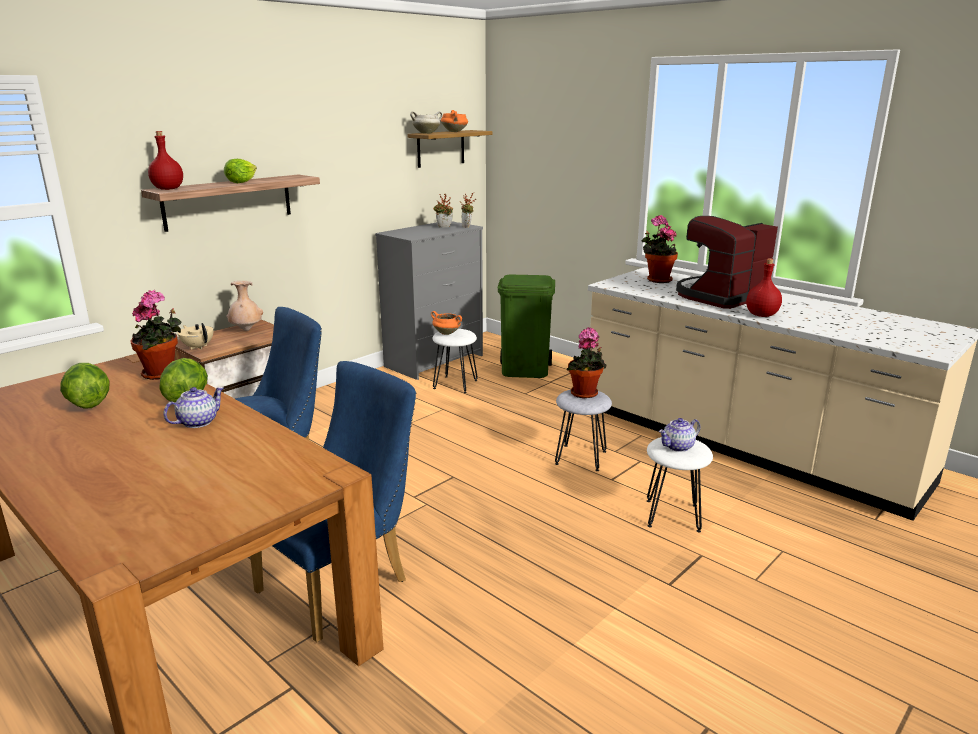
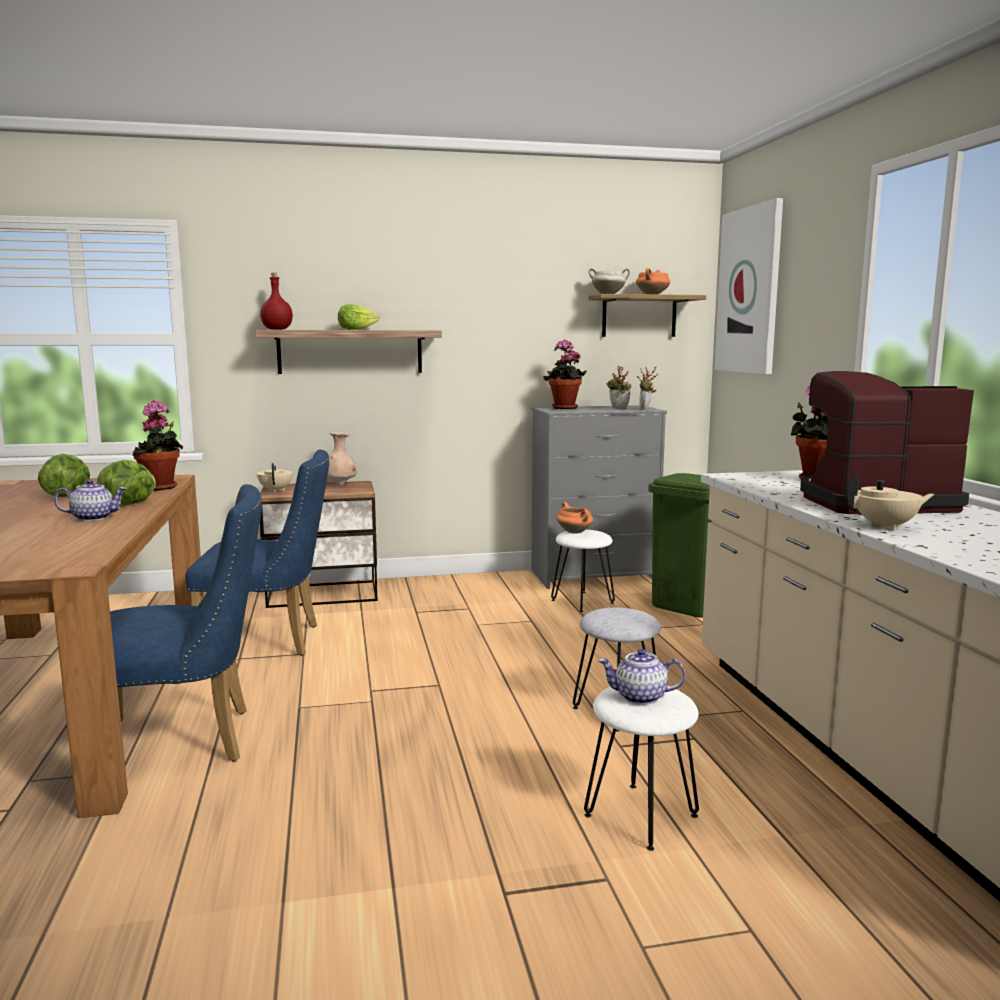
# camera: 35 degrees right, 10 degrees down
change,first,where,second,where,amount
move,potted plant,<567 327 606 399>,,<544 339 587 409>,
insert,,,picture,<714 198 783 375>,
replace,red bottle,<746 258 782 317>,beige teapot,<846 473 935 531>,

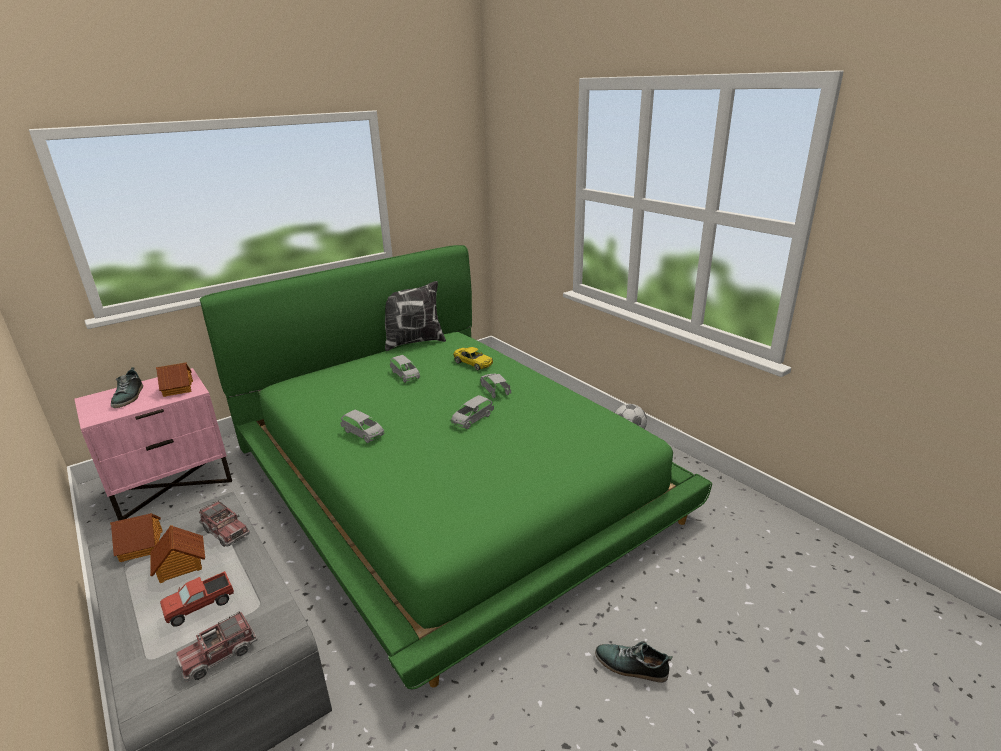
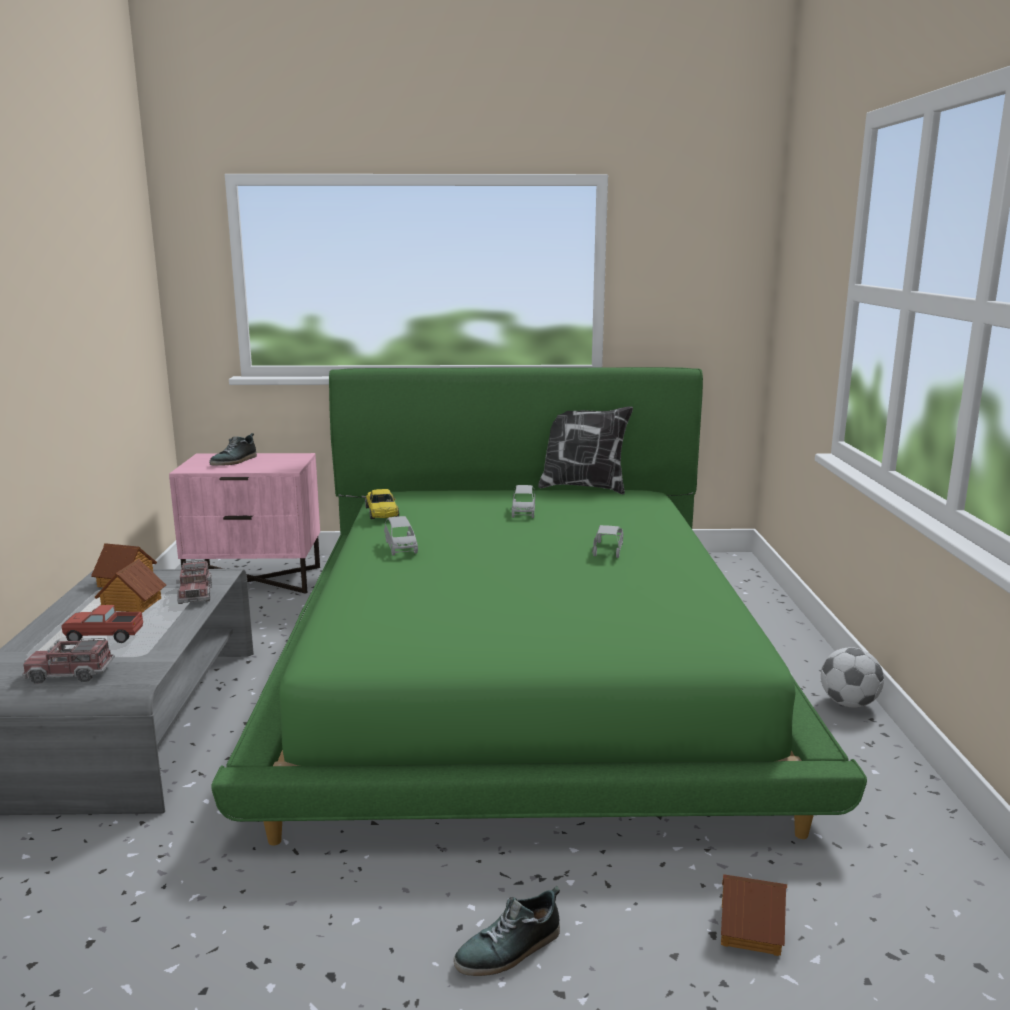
# camera: 35 degrees right, 10 degrees down
change,first,where,second,where,amount
move,yellow toy car,<453 347 493 370>,,<365 489 399 519>,
rotate,shoe,<595 641 672 683>,,<453 886 560 976>,90 degrees counterclockwise
move,toy house,<156 363 193 397>,,<721 874 787 956>,
delete,grey toy car,<451 395 494 429>,,,

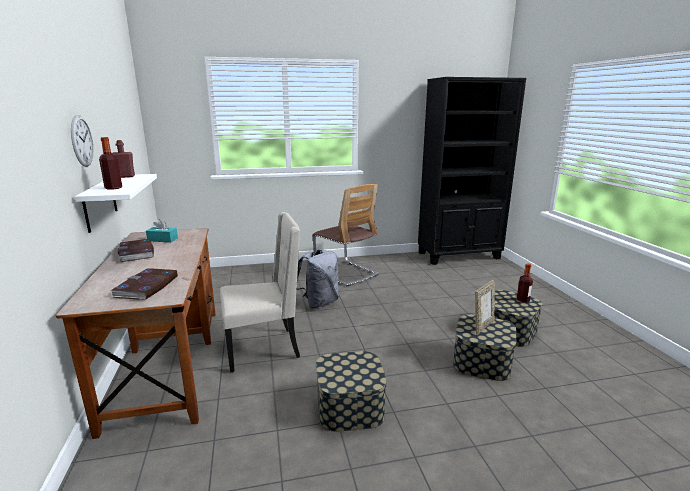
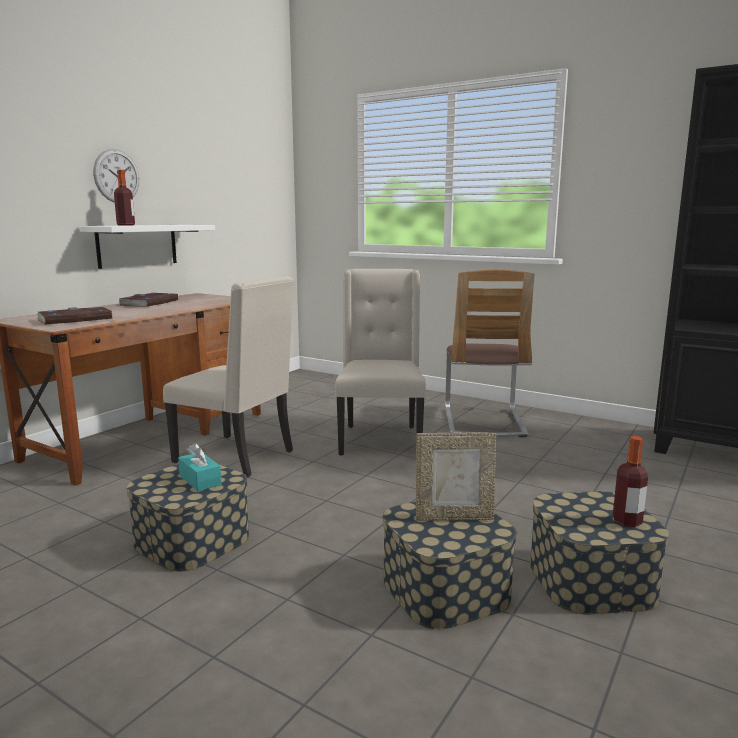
# camera: 45 degrees right, 5 degrees down
change,first,where,second,where,amount
move,turquoise tissue box,<146 219 178 242>,,<178 443 222 491>,
replace,grey backpack,<297 249 339 309>,beige chair,<335 269 426 456>,
delete,red bottle,<112 140 135 178>,,,

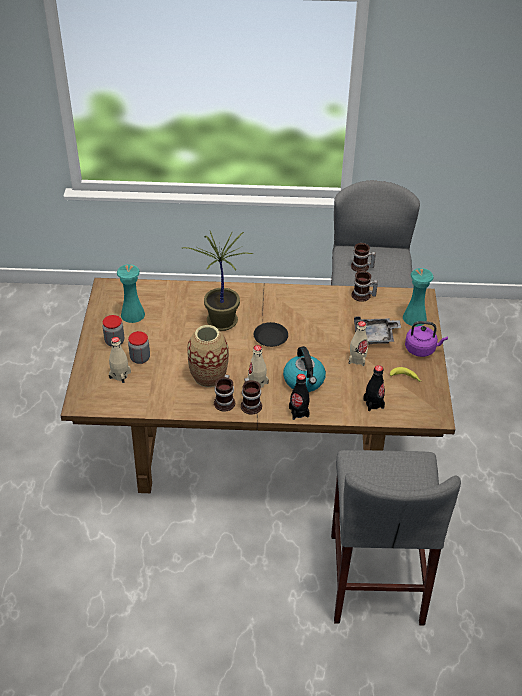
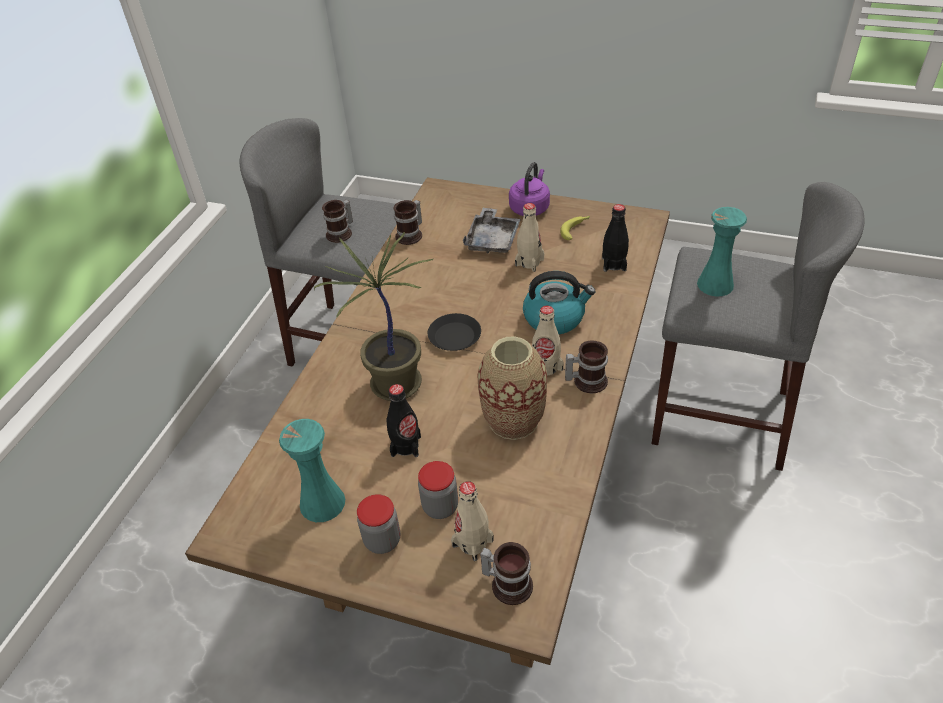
# camera: 70 degrees left, 0 degrees up
change,first,where,second,where,amount
move,black bottle,<289 374 310 420>,,<387 384 421 457>,
move,mug,<214 374 235 411>,,<480 542 533 605>,
move,turquoise vase,<403 268 433 326>,,<697 207 747 296>,

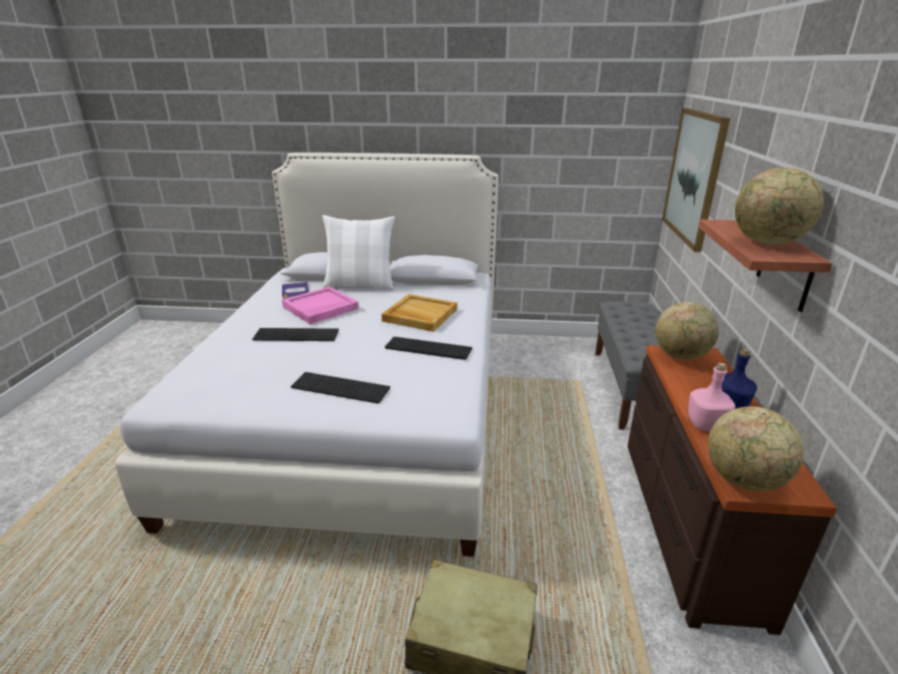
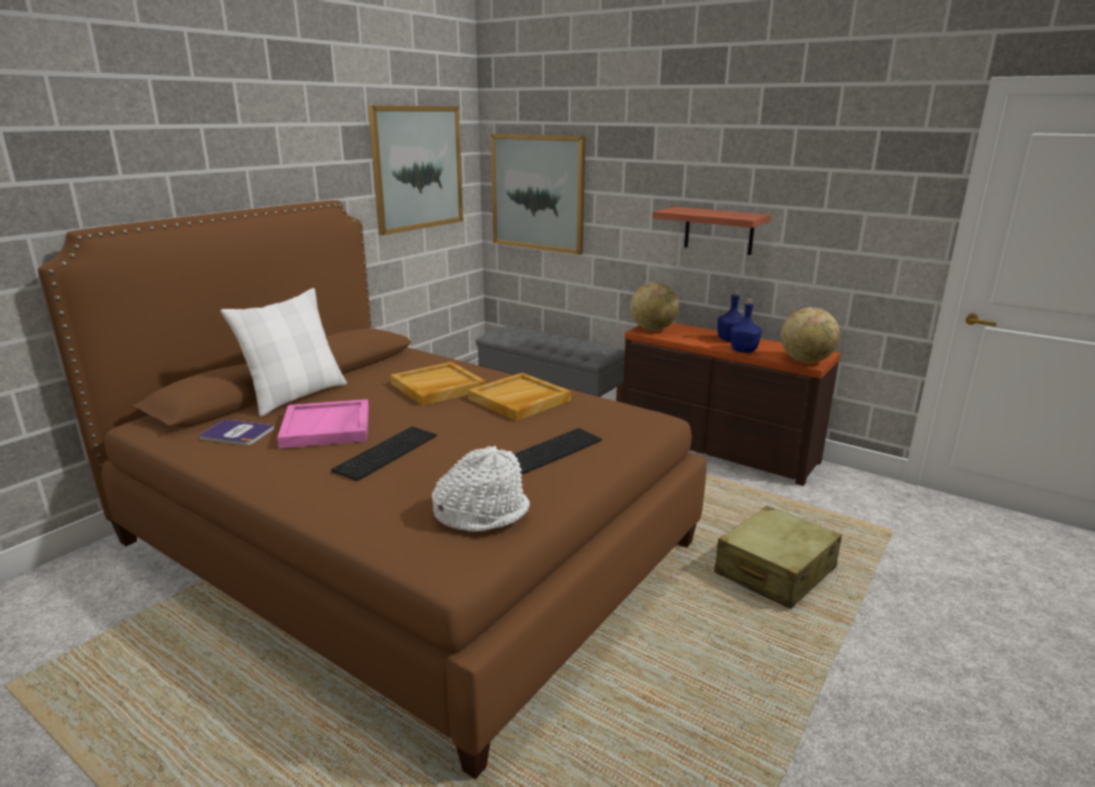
# camera: 60 degrees left, 5 degrees down
change,first,where,second,where,amount
recolor,white bed,<115 153 499 557>,brown bed,<37 200 706 779>,
insert,,,picture,<368 106 463 235>,
insert,,,white hat,<432 446 530 532>,
replace,keyboard,<385 337 472 360>,beige tray,<468 373 571 421>,
recolor,pink bottle,<688 363 735 431>,blue bottle,<731 299 762 353>,
delete,globe,<735 167 824 245>,,,

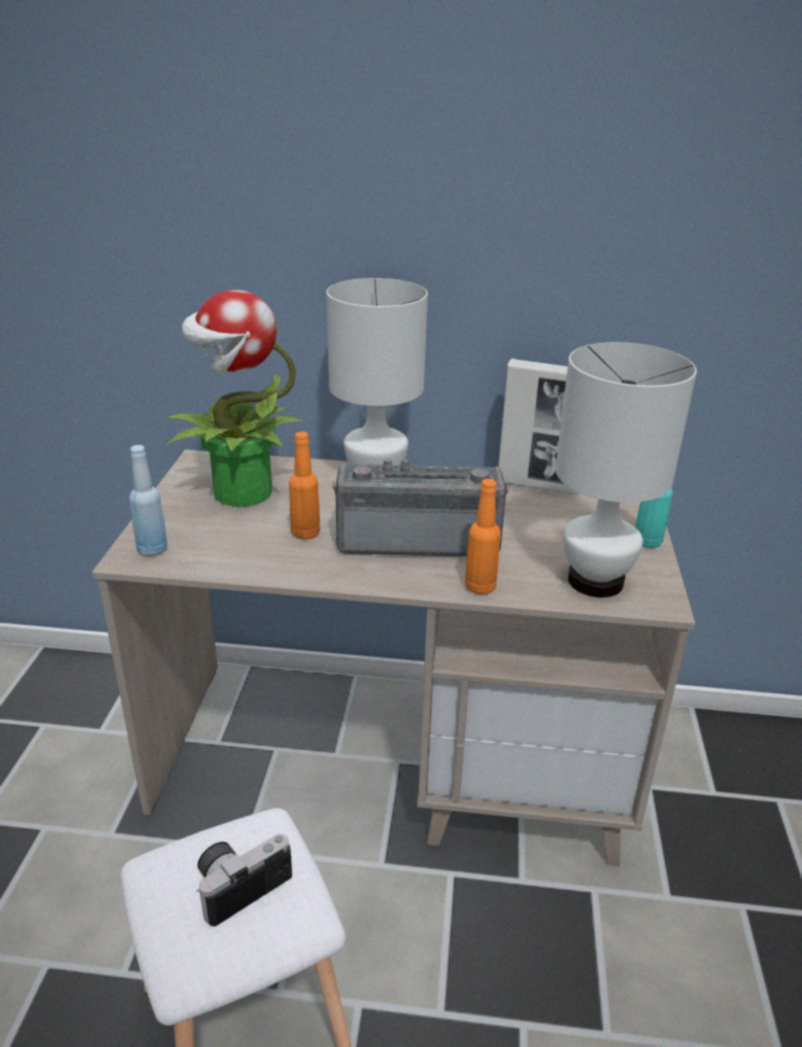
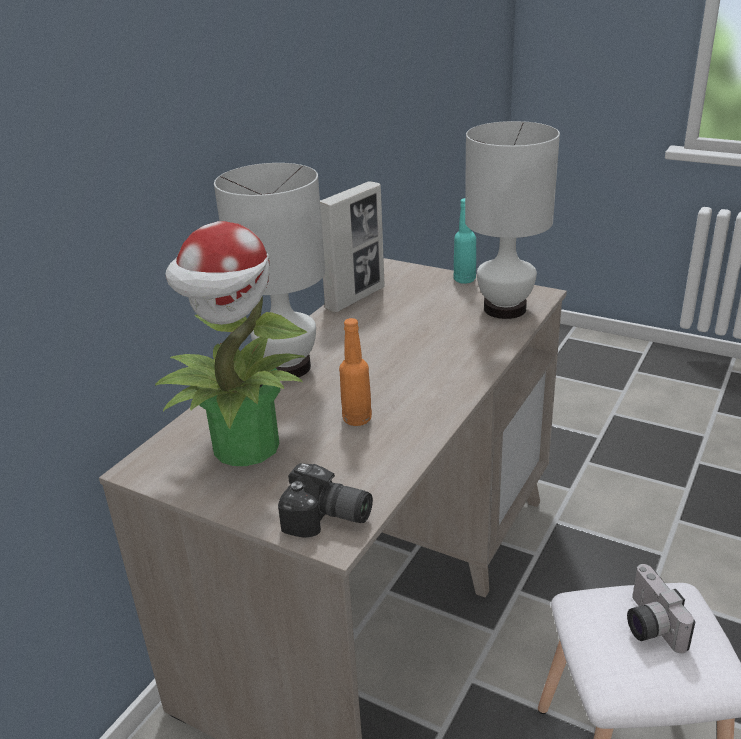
# camera: 65 degrees left, 0 degrees up
change,first,where,second,where,amount
replace,blue bottle,<129 445 167 556>,photo camera,<278 463 373 538>,
delete,radio,<333 459 508 557>,,,
delete,orange bottle,<465 479 501 594>,,,

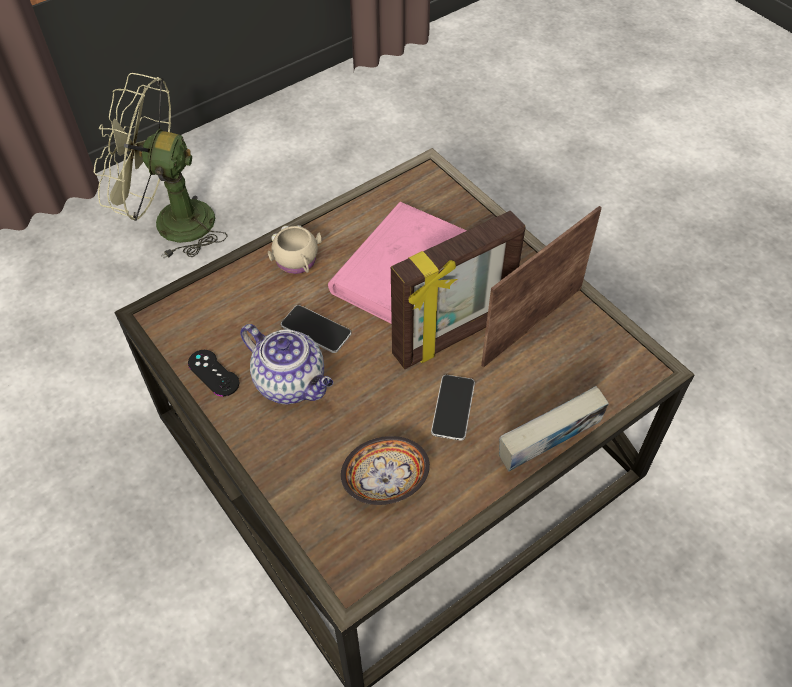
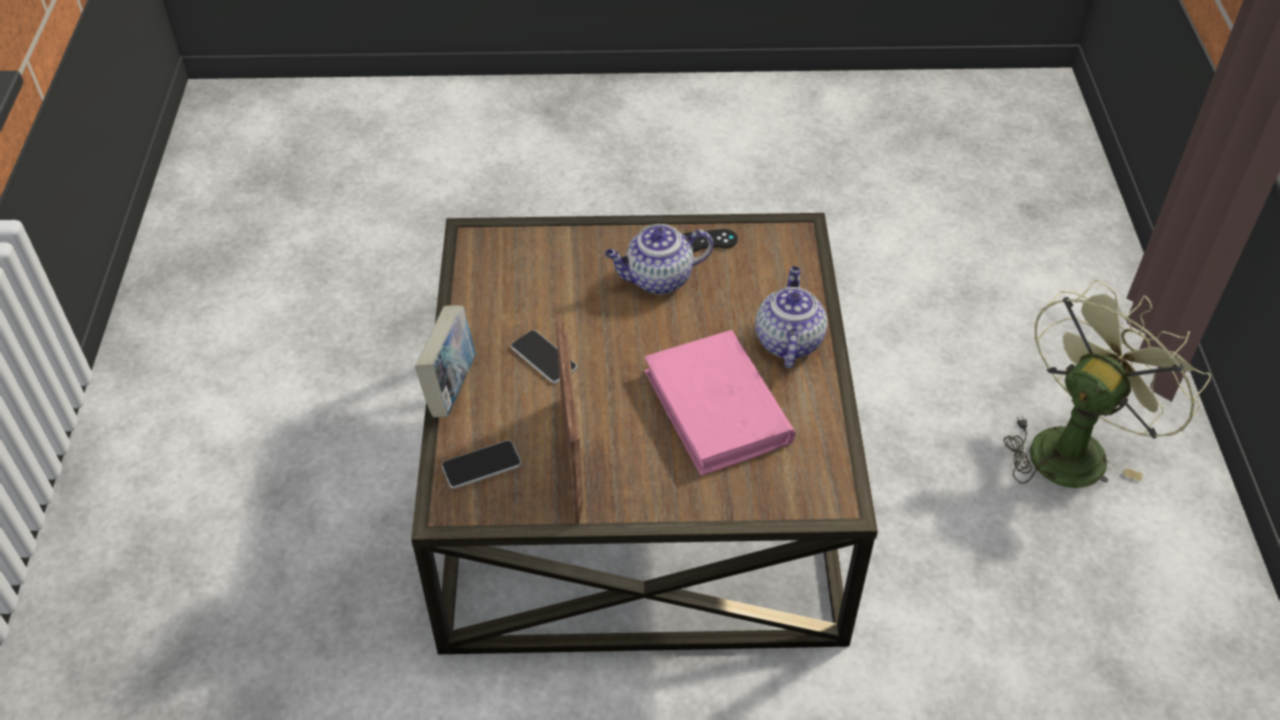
# camera: 125 degrees right, 5 degrees down
change,first,where,second,where,amount
move,phone,<281 305 351 353>,,<442 440 521 489>,
replace,beige mug,<268 225 322 274>,teapot,<755 266 827 368>,
delete,bowl,<341 436 430 505>,,,
delete,picture frame,<391 211 526 369>,,,

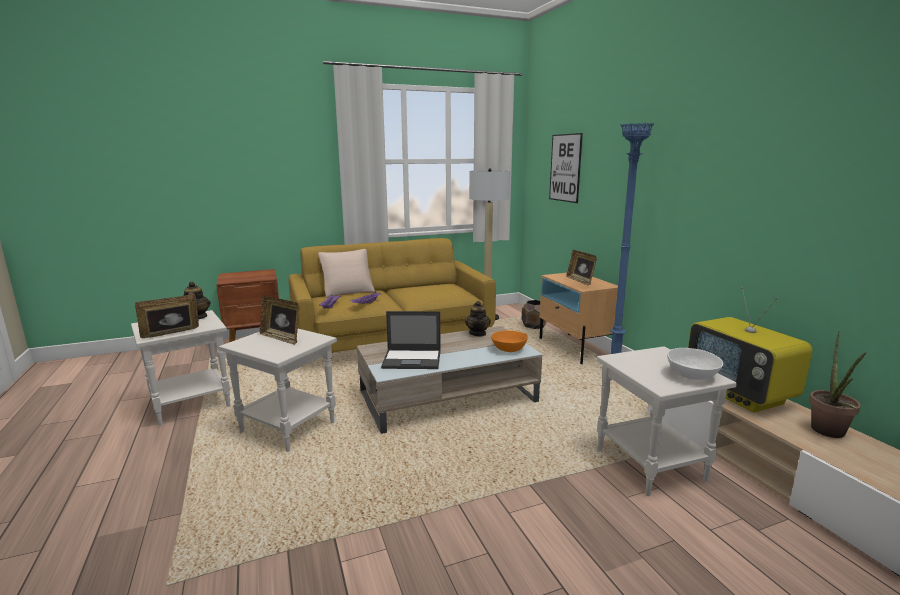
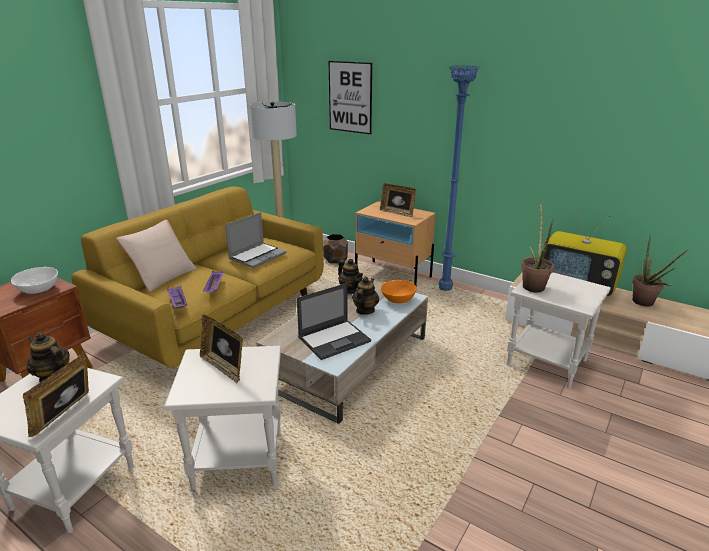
# camera: 35 degrees left, 10 degrees up
change,first,where,second,where,amount
move,white bowl,<667 348 723 380>,,<11 267 58 294>,
rotate,picture frame,<260 296 300 345>,,<200 315 243 384>,45 degrees clockwise
insert,,,laptop,<225 212 287 268>,
insert,,,teapot,<352 277 379 315>,
insert,,,potted plant,<521 201 554 292>,

